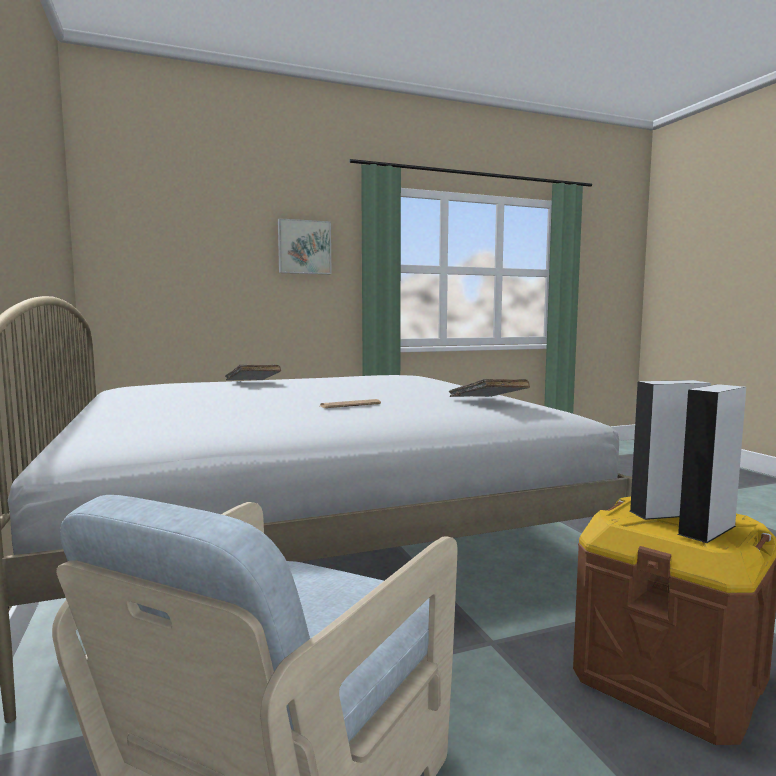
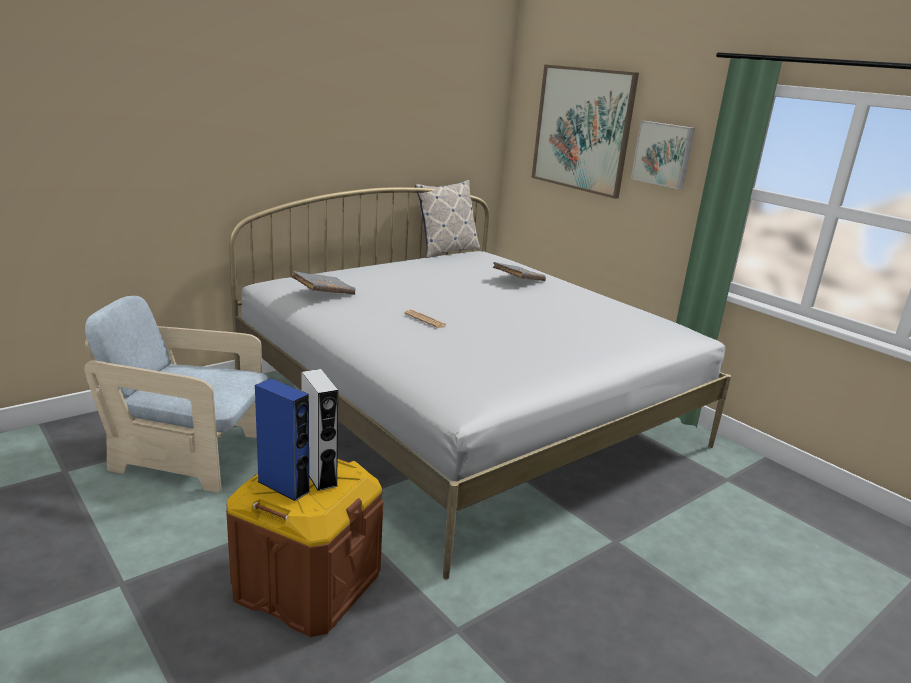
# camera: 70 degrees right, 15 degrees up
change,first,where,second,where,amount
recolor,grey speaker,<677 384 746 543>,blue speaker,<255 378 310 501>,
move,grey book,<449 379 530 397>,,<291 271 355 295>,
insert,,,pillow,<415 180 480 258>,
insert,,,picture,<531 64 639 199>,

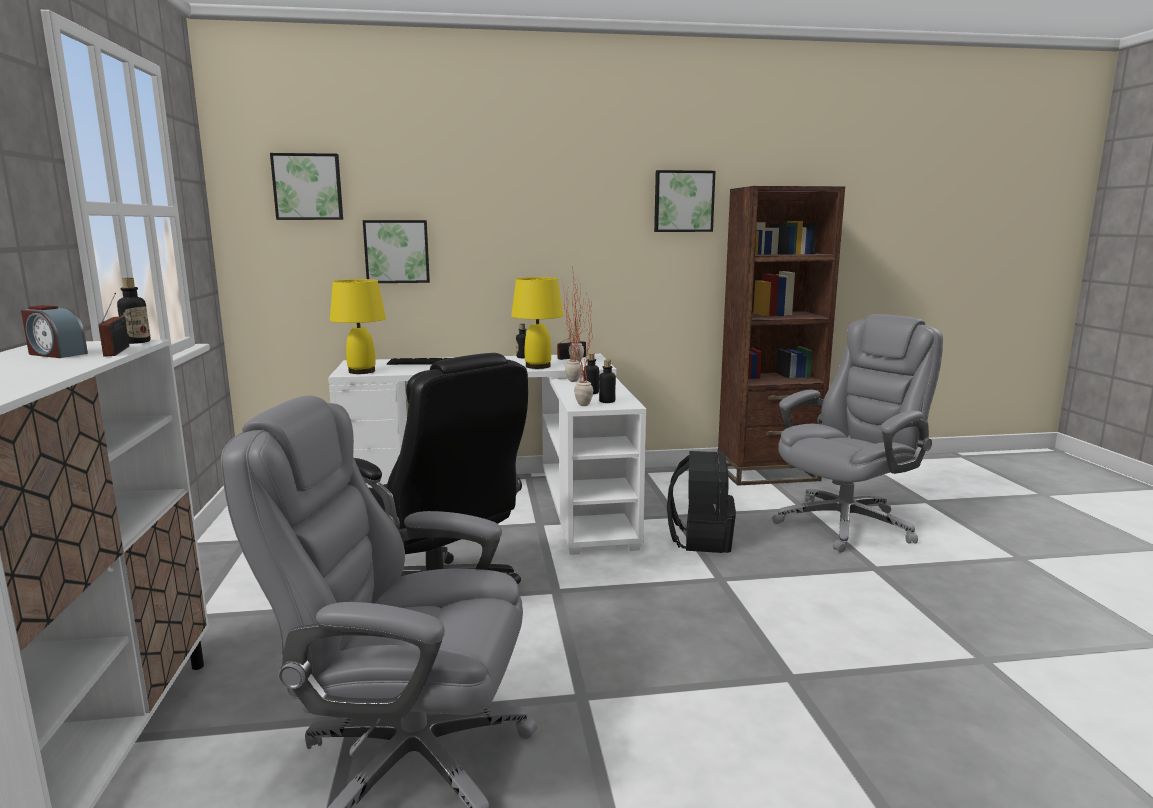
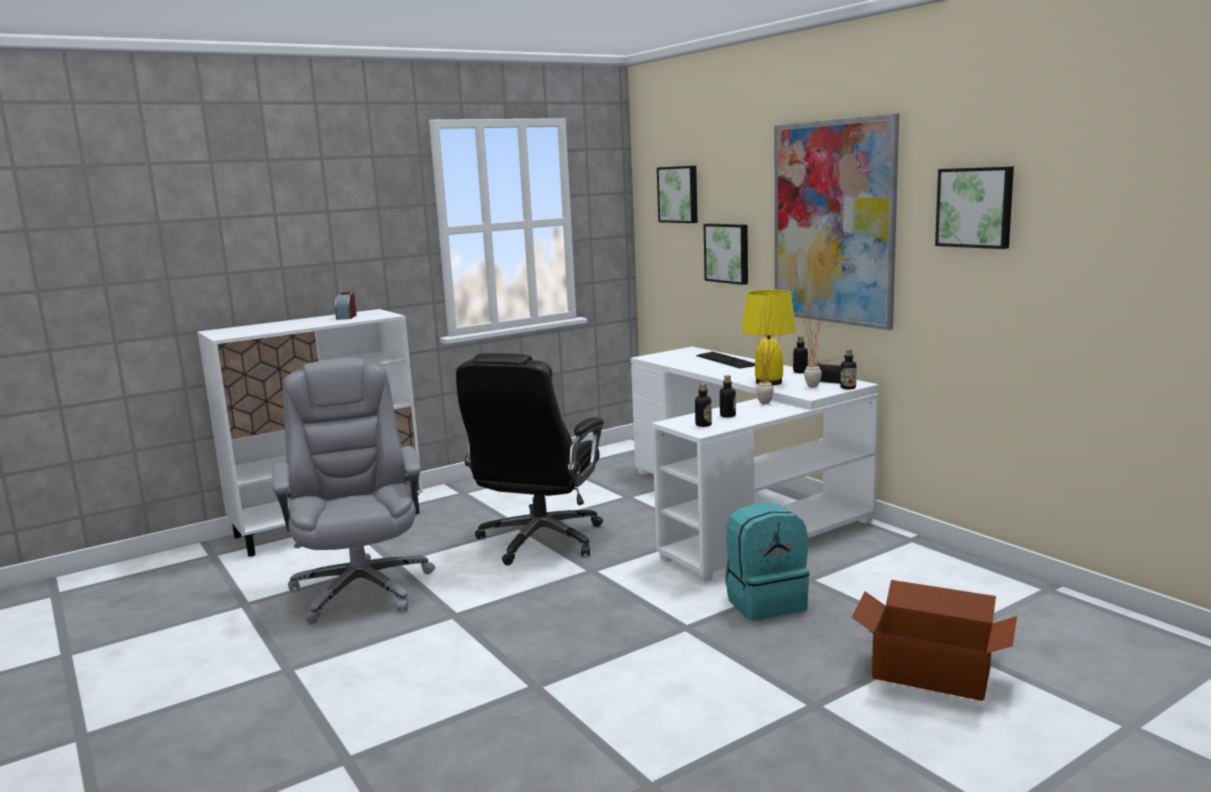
# camera: 65 degrees right, 0 degrees up
change,first,where,second,where,amount
recolor,black backpack,<667 451 736 553>,turquoise backpack,<725 503 809 621>,
insert,,,picture,<774 114 899 330>,
move,bottle,<117 278 151 344>,,<840 349 857 389>,
replace,grey office chair,<772 314 943 553>,cardboard box,<852 580 1017 701>,
delete,radio,<98 293 129 357>,,,
delete,yellow table lamp,<330 279 386 374>,,,
delete,potted plant,<565 288 593 406>,,,
delete,brown bookcase,<718 186 845 486>,,,

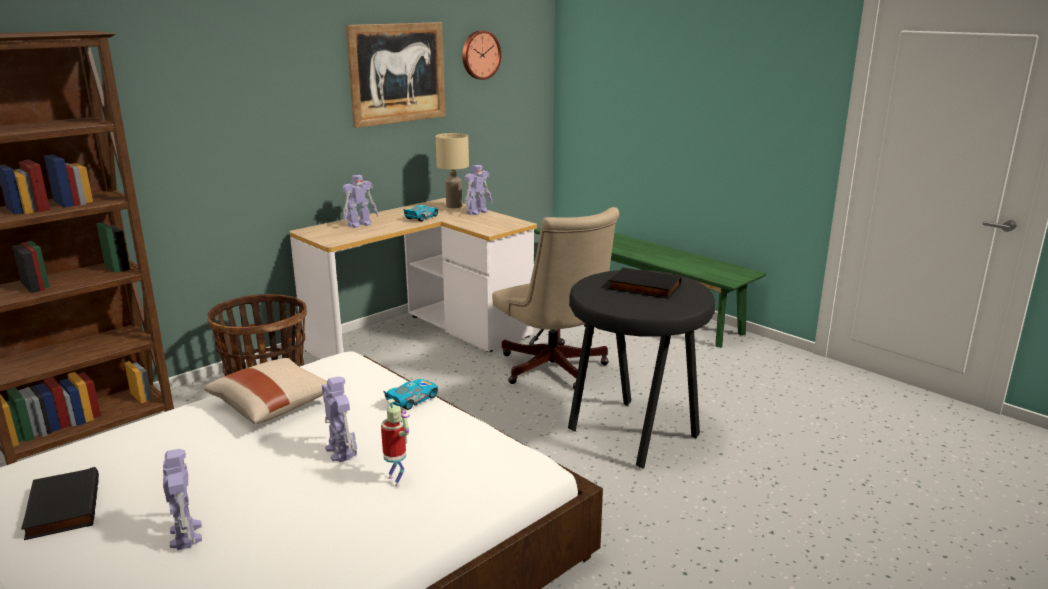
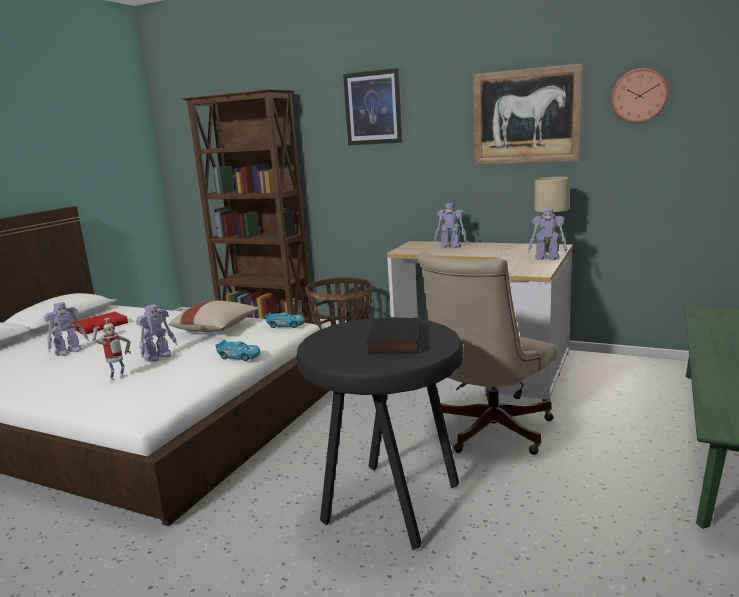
# camera: 70 degrees right, 5 degrees down
change,first,where,second,where,amount
recolor,black book,<21 467 99 540>,red book,<72 312 128 335>,
move,toy car,<404 205 438 221>,,<265 312 305 328>,
insert,,,picture,<343 68 402 145>,

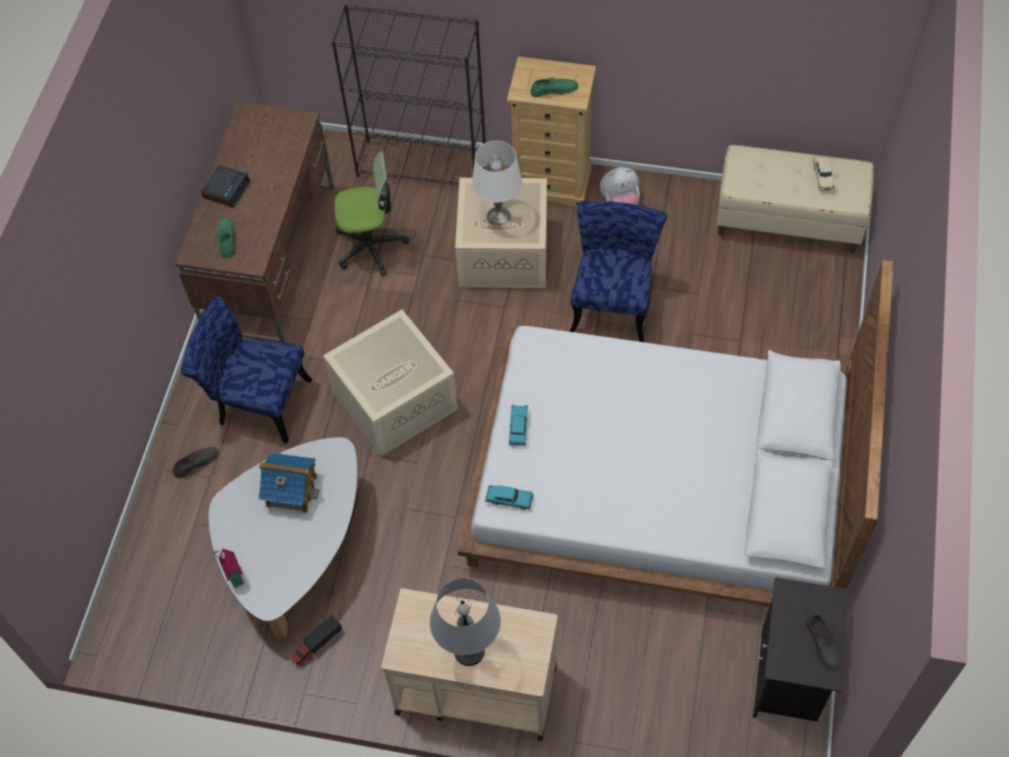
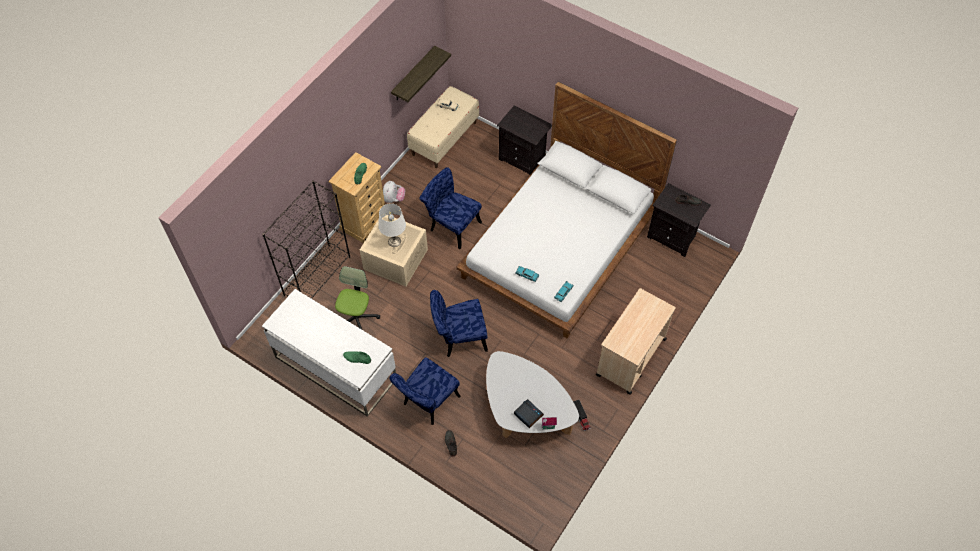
# camera: 70 degrees left, 0 degrees up
change,first,where,second,where,amount
recolor,brown desk,<175 102 334 342>,white desk,<262 289 396 417>,
insert,,,shelf,<391 46 451 102>,
replace,beige storage box,<323 310 458 456>,blue chair,<430 290 488 357>,
insert,,,black nightstand,<497 106 552 176>,
move,alarm clock,<201 165 251 208>,,<514 399 544 428>,
delete,toy house,<259 452 320 513>,,,
delete,grey table lamp,<430 578 501 666>,,,

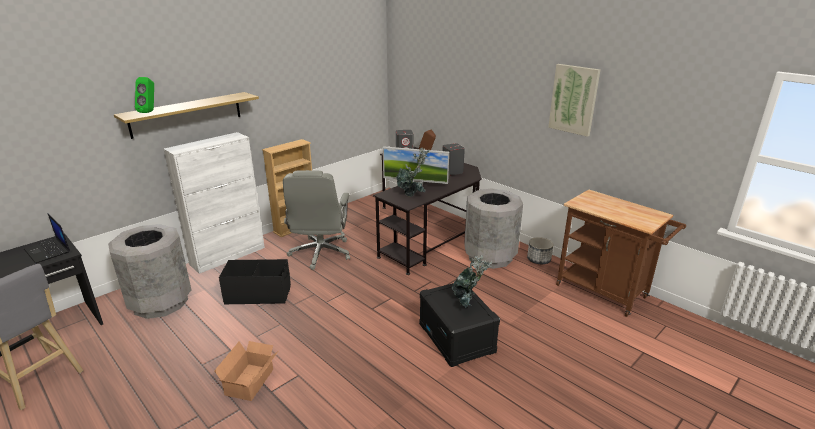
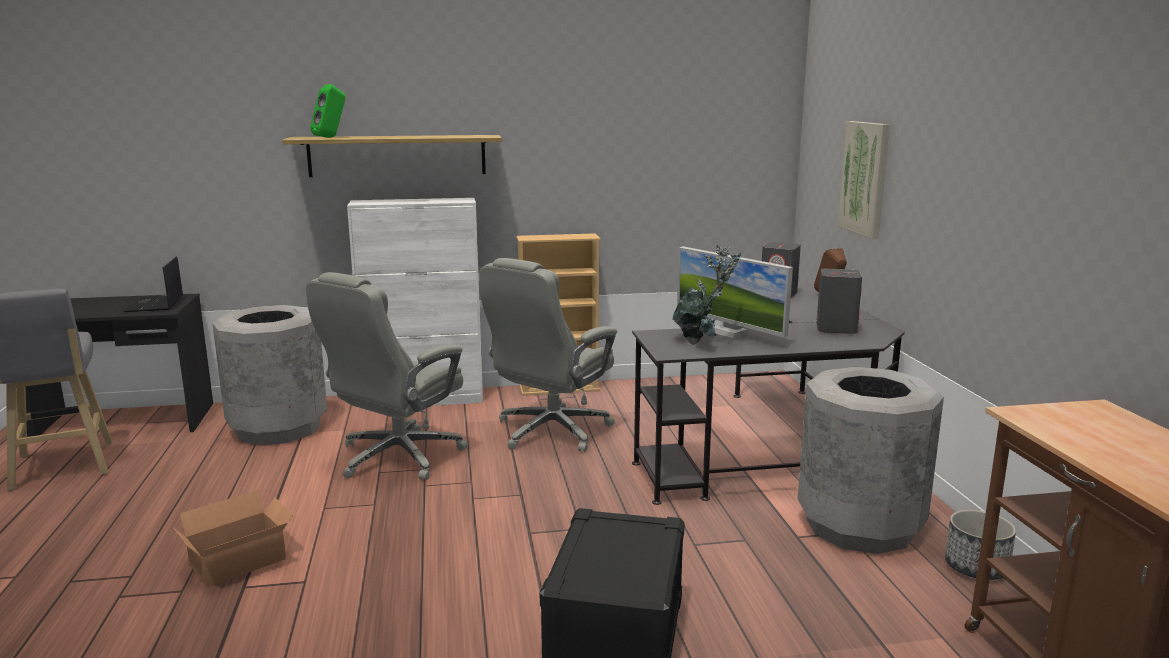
# camera: 35 degrees right, 10 degrees down
change,first,where,second,where,amount
replace,black storage box,<219 259 291 305>,grey office chair,<306 272 468 480>,
move,picture,<548 64 600 137>,,<838 121 890 239>,
delete,potted plant,<452 255 492 308>,,,

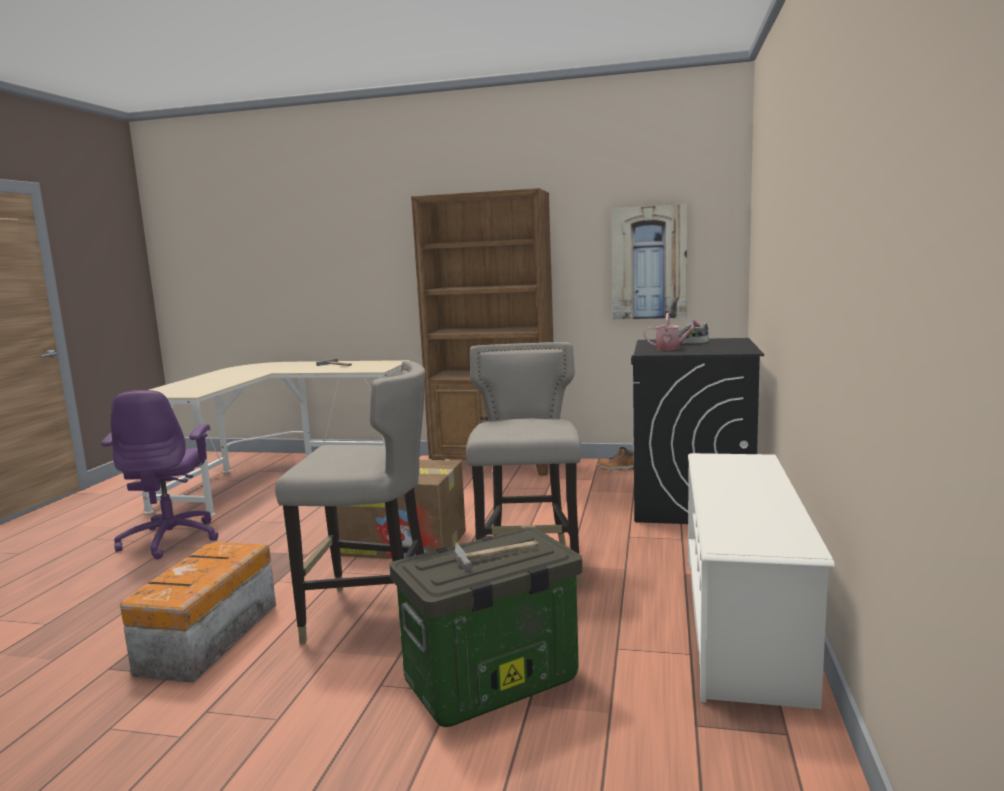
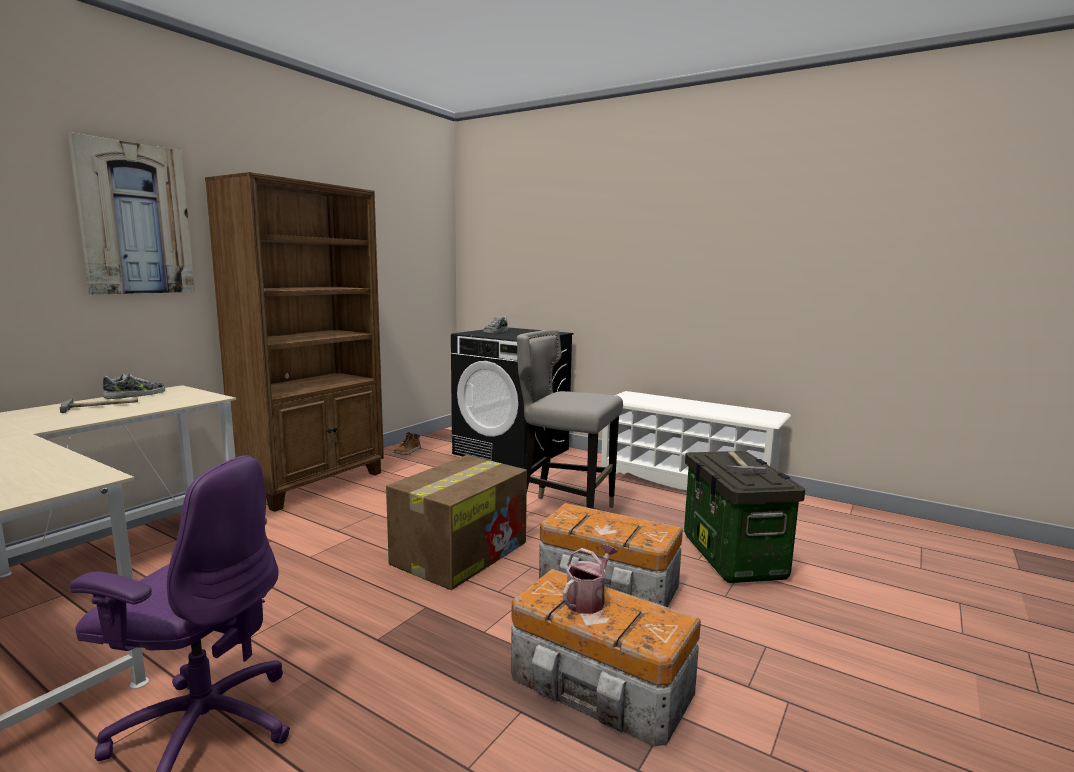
# camera: 70 degrees left, 0 degrees up
change,first,where,second,where,amount
move,picture,<611 204 687 320>,,<68 132 195 295>,
insert,,,shoe,<103 373 165 399>,
replace,grey stool,<275 361 425 644>,storage box,<539 503 683 607>,
move,watering can,<644 313 701 350>,,<563 544 617 614>,

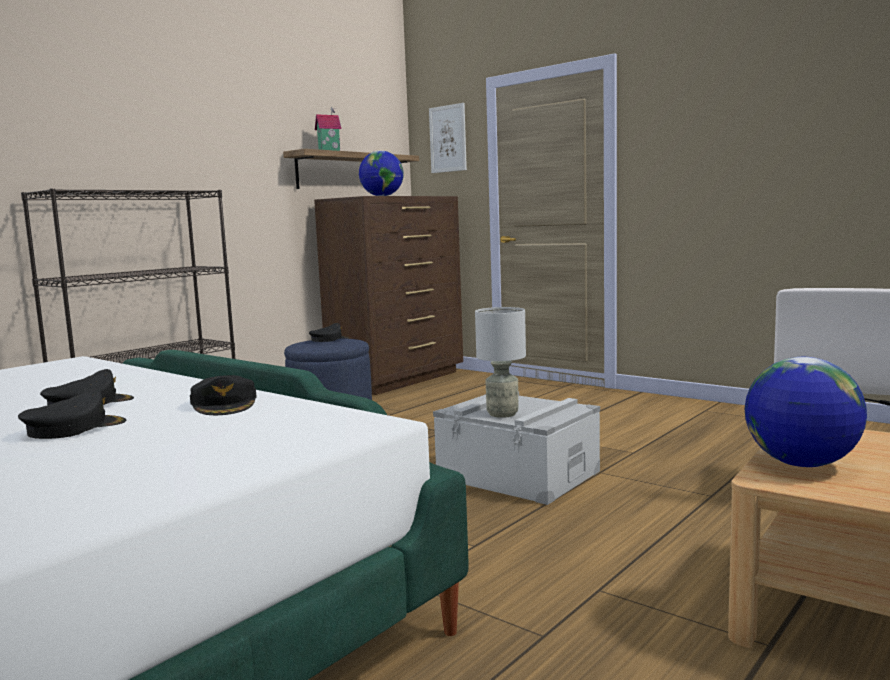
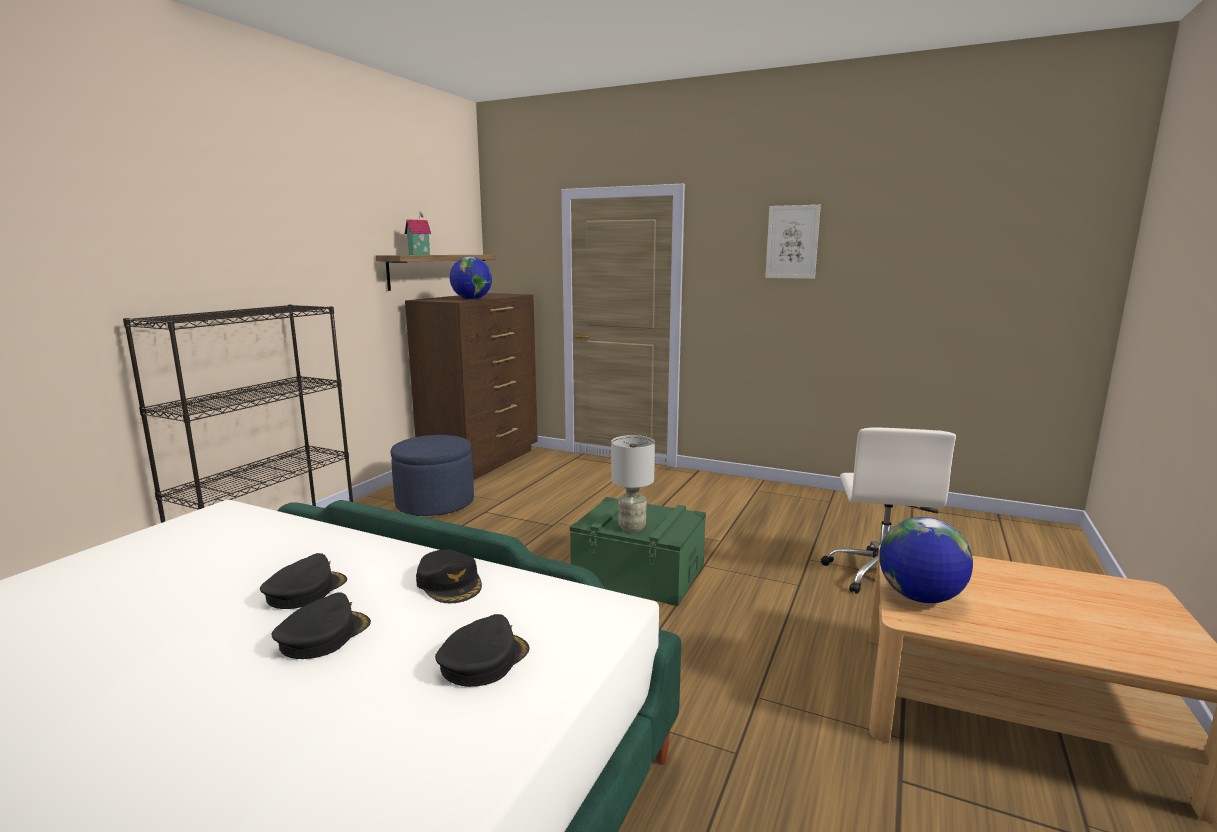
# camera: 15 degrees left, 5 degrees up
change,first,where,second,where,amount
move,black cap,<309 323 349 342>,,<435 614 530 687>,
recolor,grey storage box,<433 391 600 505>,green storage box,<570 497 706 606>,
move,picture,<429 103 467 173>,,<765 205 821 279>,

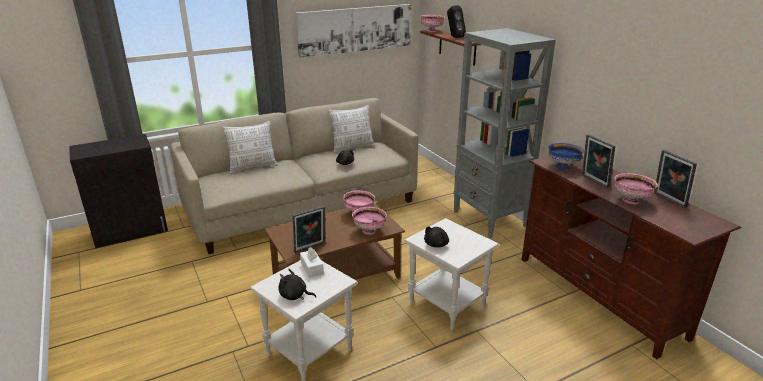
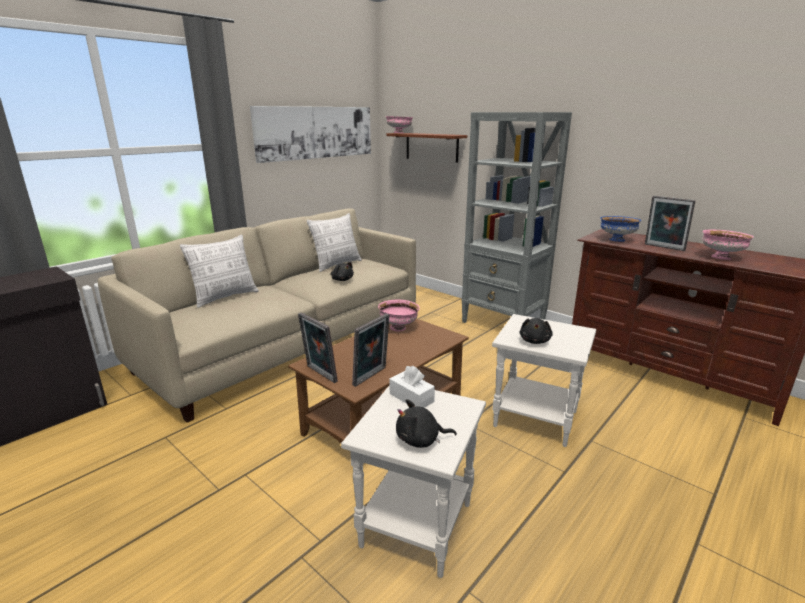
# camera: 20 degrees left, 5 degrees down
change,first,where,second,where,amount
move,picture frame,<654 150 697 208>,,<298 312 338 383>,
delete,pink bowl,<352 207 387 235>,,,
delete,black speaker,<447 5 466 38>,,,

